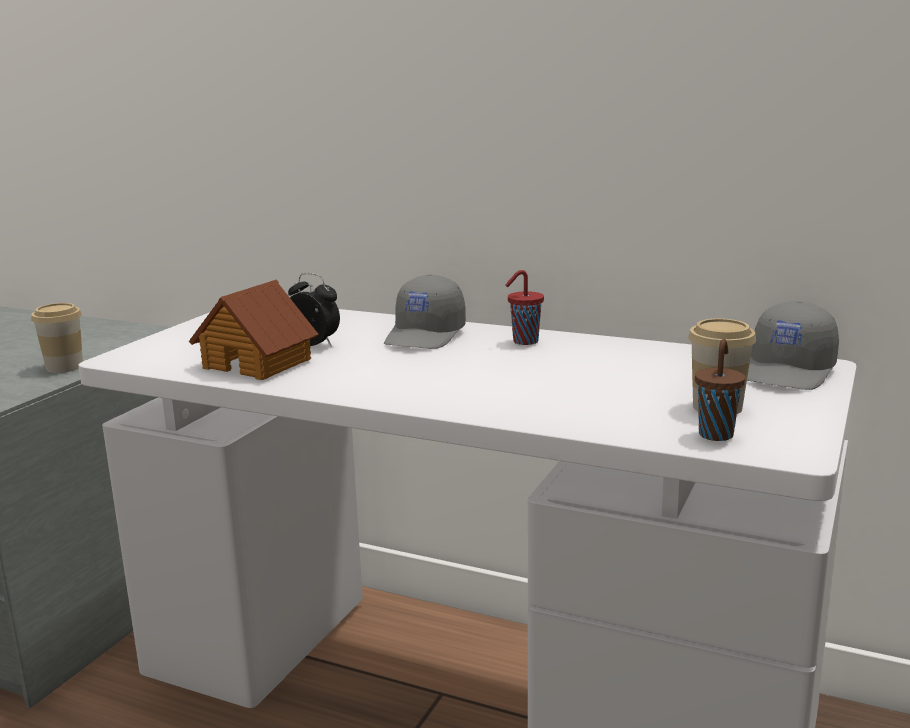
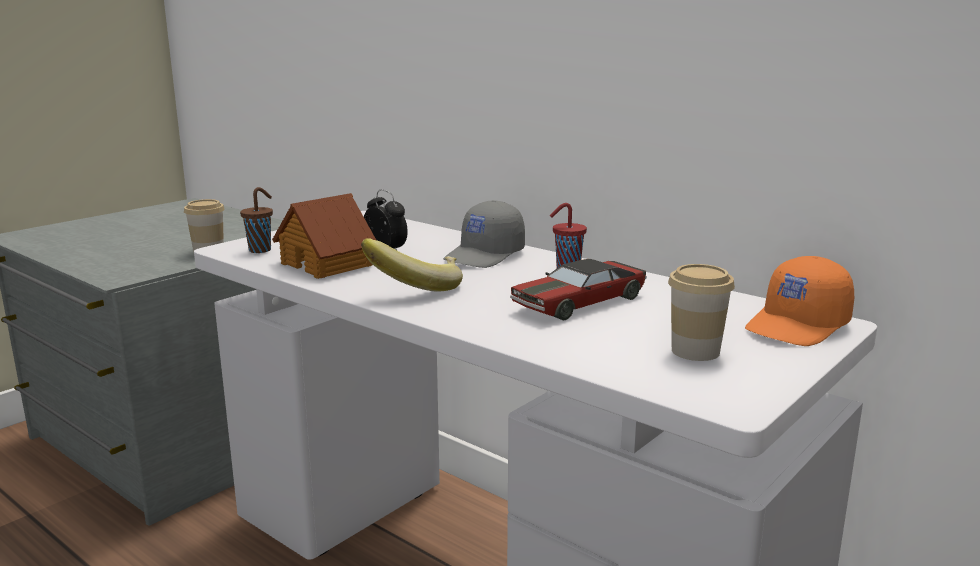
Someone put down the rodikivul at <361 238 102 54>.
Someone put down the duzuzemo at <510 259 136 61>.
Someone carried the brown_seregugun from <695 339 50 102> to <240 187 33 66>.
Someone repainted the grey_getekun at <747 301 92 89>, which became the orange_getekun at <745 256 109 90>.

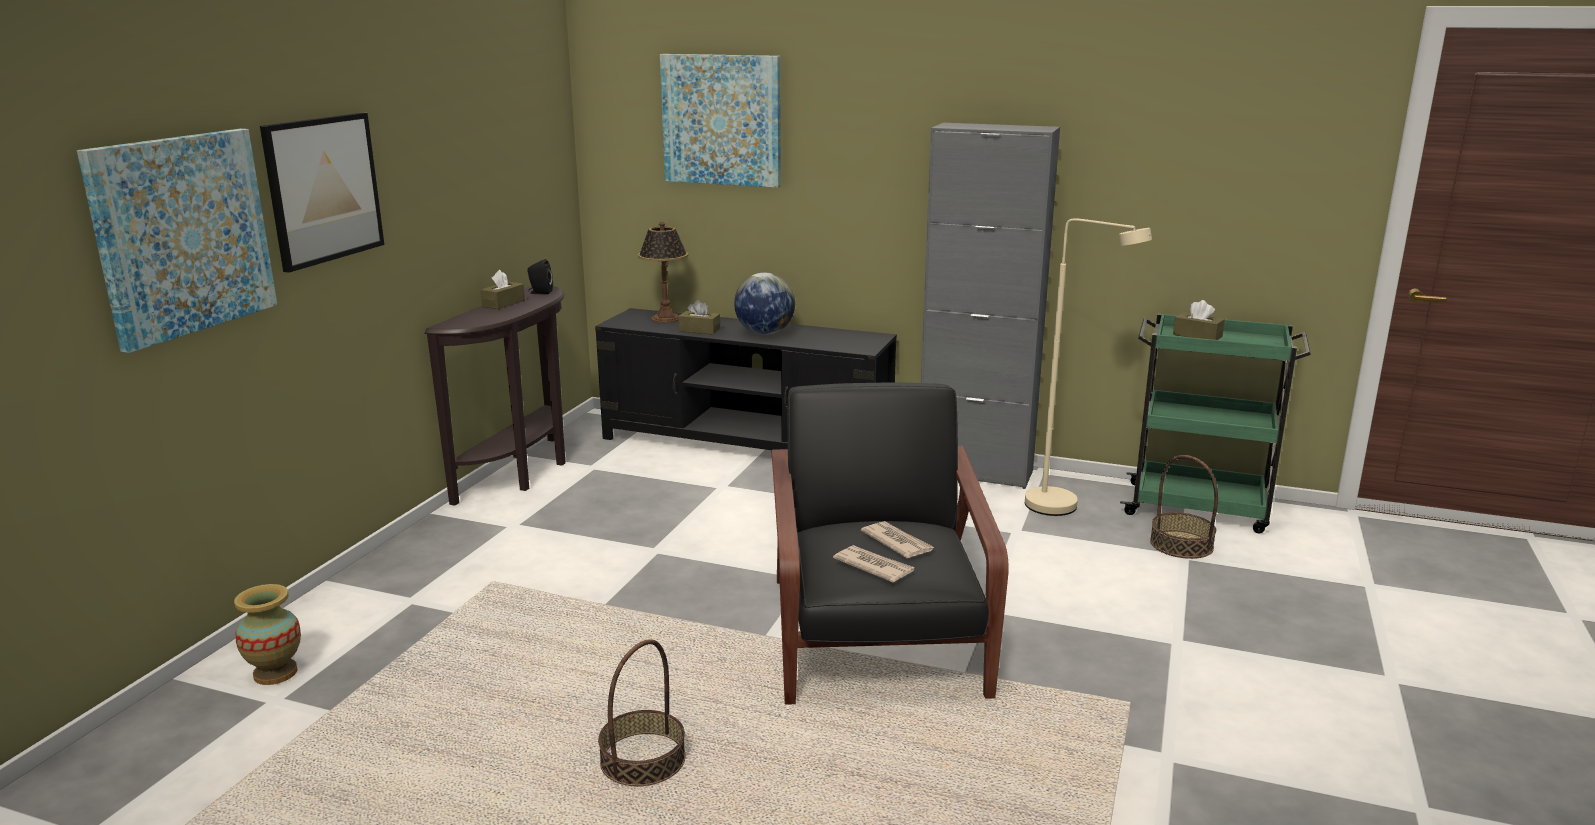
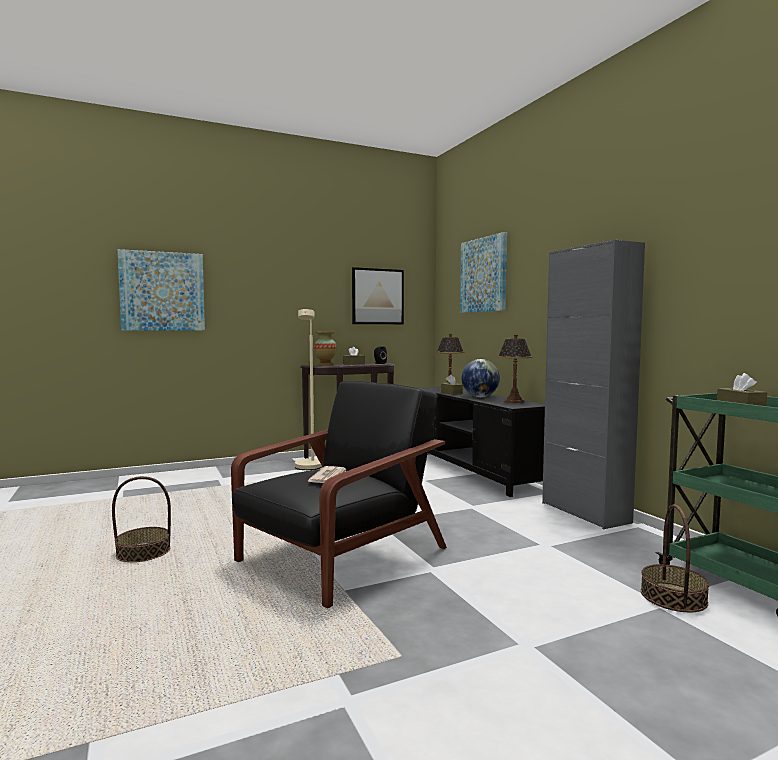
Someone took away the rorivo at <833 545 82 37>.
Someone put down the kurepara at <497 334 36 69>.
Someone carried the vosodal from <234 584 67 101> to <314 331 23 34>.
Someone carried the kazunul from <260 113 124 160> to <352 267 52 57>.
Someone carried the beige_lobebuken from <1025 218 127 298> to <295 309 27 161>.

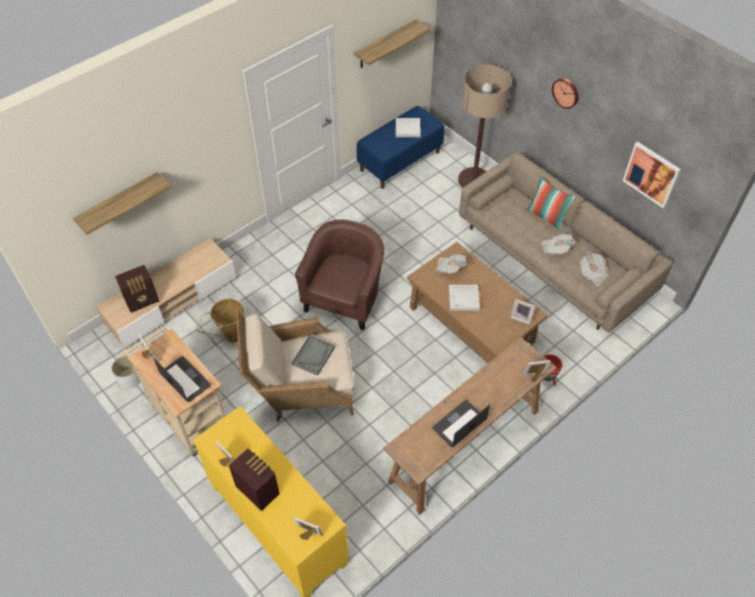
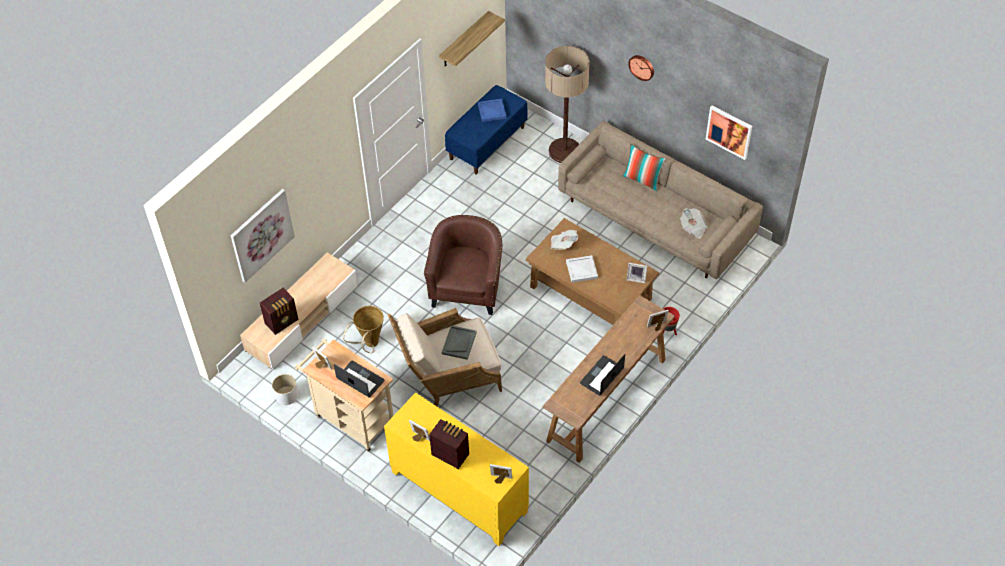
Someone took away the rorivo at <542 234 33 20>.
Someone swapped the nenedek at <73 172 99 63> for the kazunul at <231 189 64 94>.
Someone repainted the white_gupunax at <396 118 25 19>, which became the blue_gupunax at <478 99 28 23>.

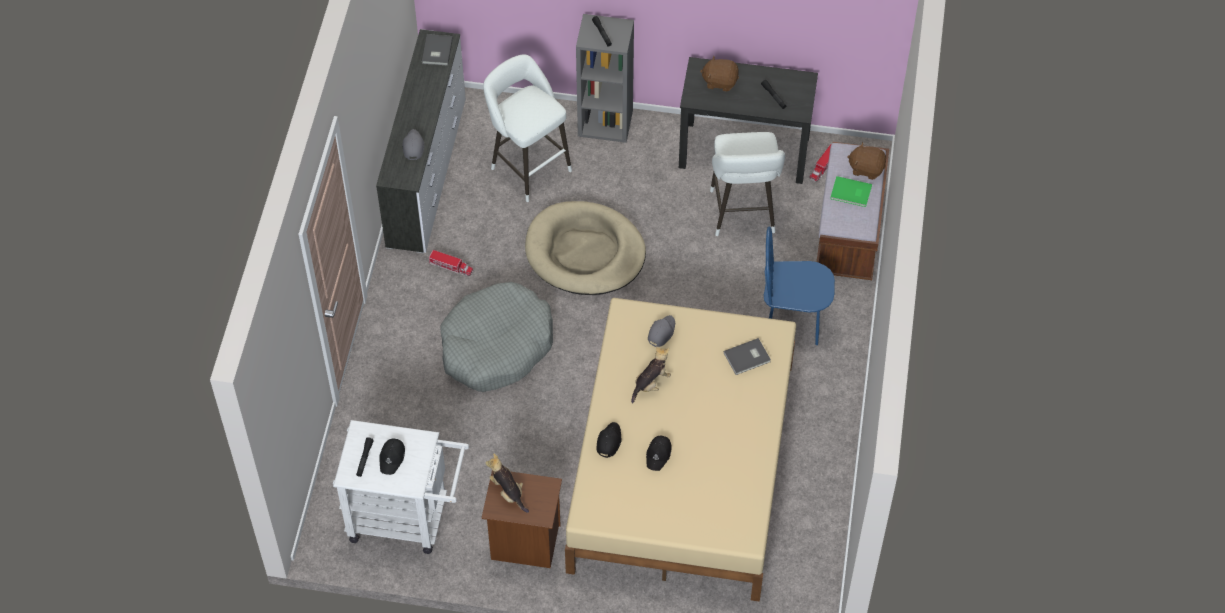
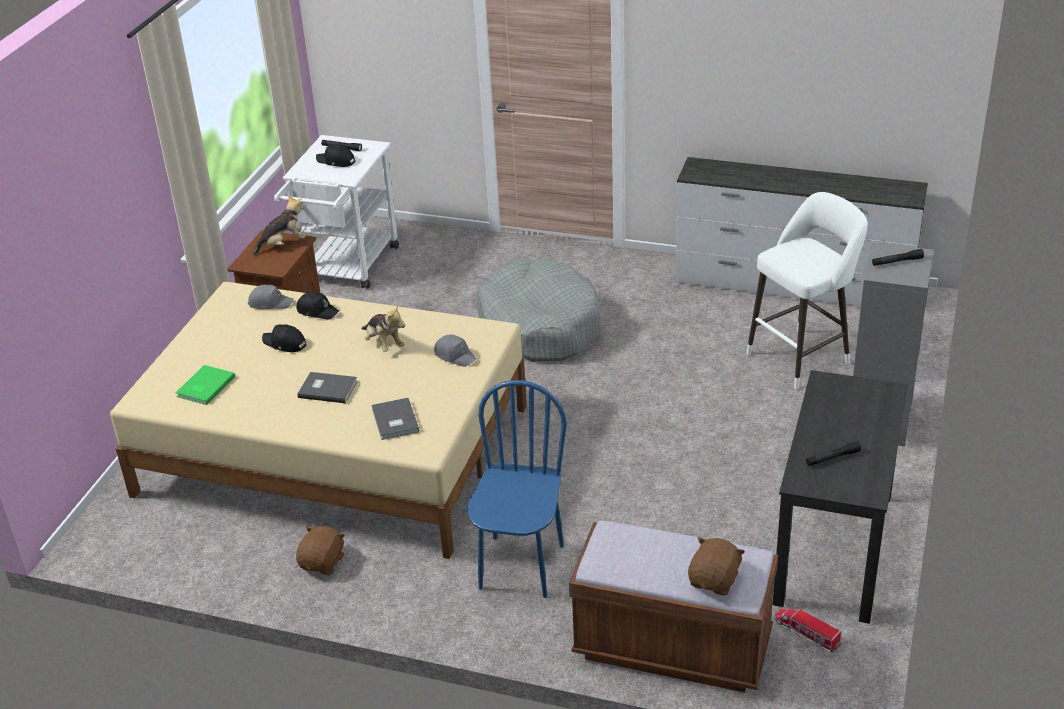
Someone took away the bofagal at <428 250 45 26>.
Someone took away the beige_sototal at <525 201 121 94>.
Someone took away the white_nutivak at <710 132 75 104>.
Someone carried the grey_getekun from <402 129 22 31> to <248 285 46 24>.
Someone carried the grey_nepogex from <422 34 31 32> to <297 372 61 31>.
Someone carried the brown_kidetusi from <700 55 39 37> to <296 526 49 49>.
Someone carried the green_nepogex from <830 176 42 31> to <176 365 59 40>.

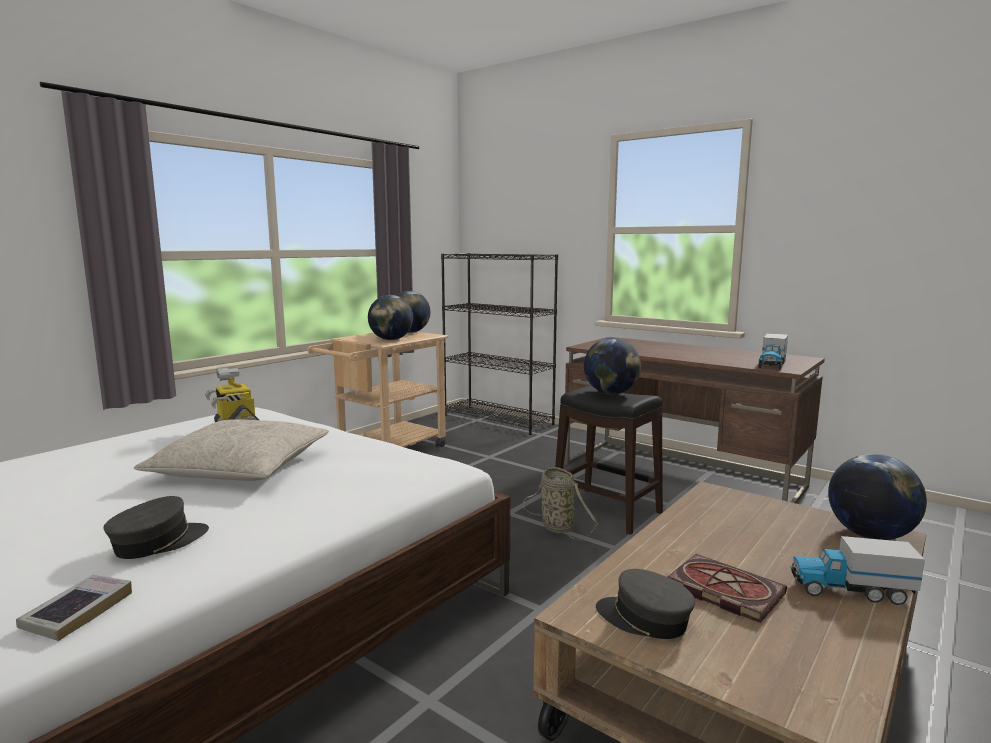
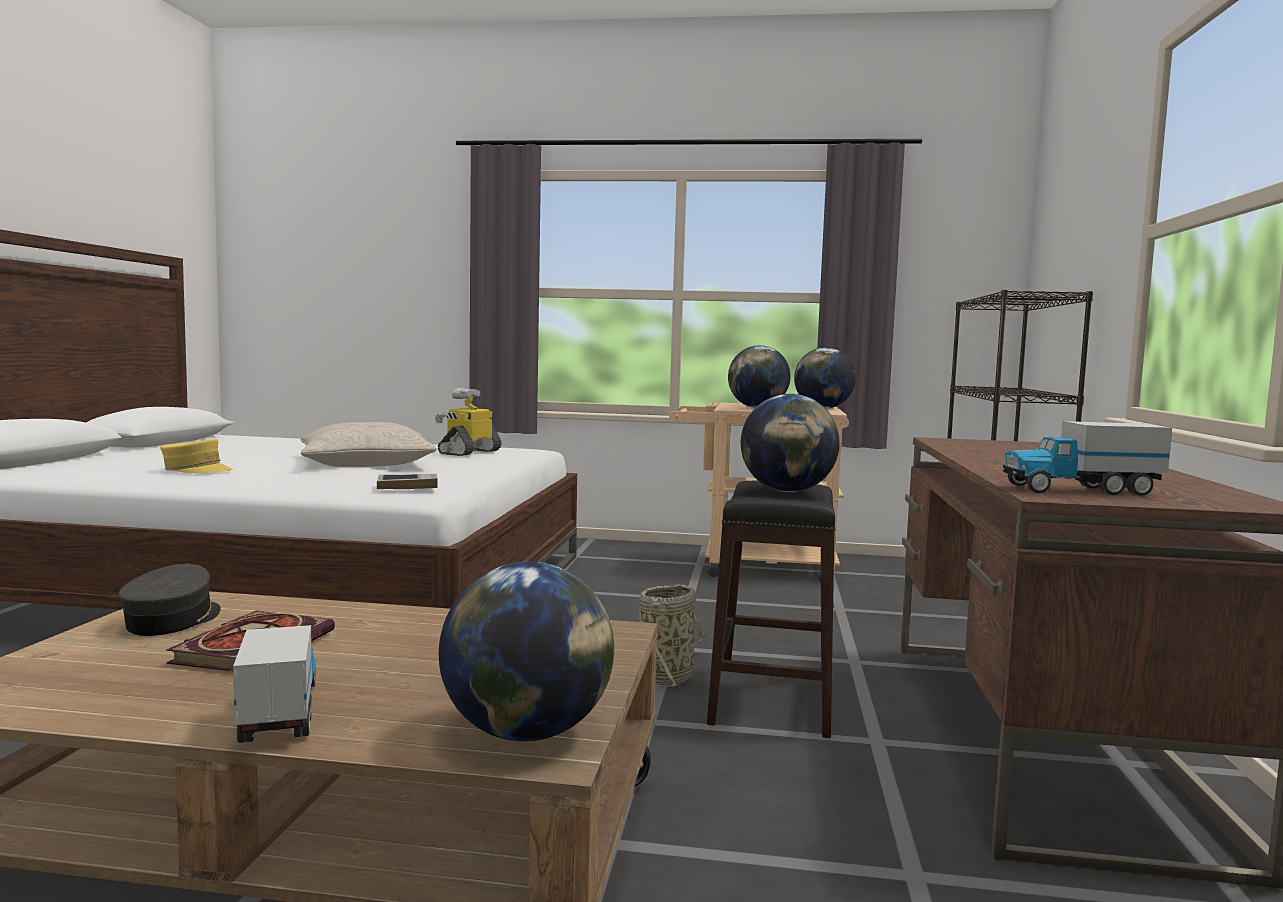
Someone carried the nepogex from <16 575 116 66> to <377 474 61 15>.
Someone repainted the grey_getekun at <104 496 105 63>, which became the yellow_getekun at <160 439 73 34>.

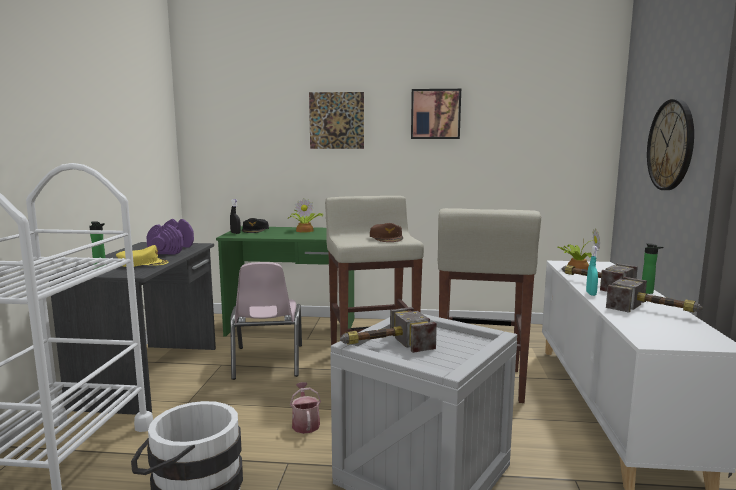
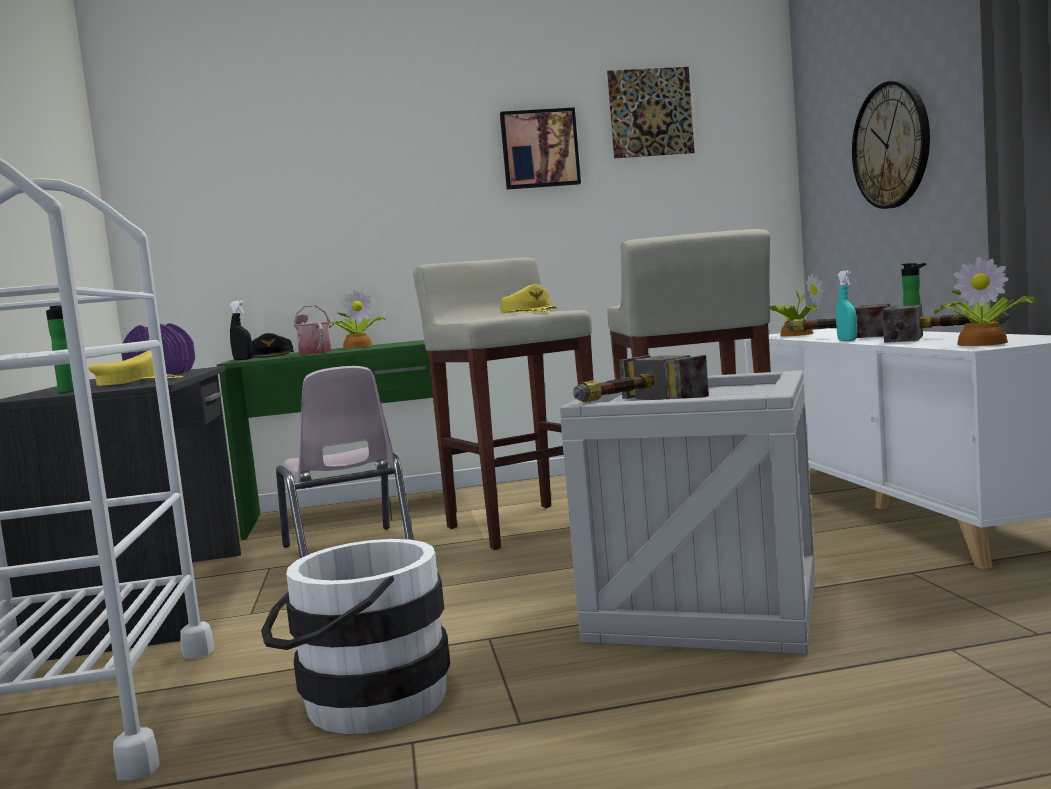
Someone put down the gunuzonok at <934 257 104 89>.
Someone carried the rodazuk from <290 382 31 52> to <293 305 39 50>.
Someone carried the kazunul from <309 92 55 57> to <607 67 88 91>.
Someone repainted the brown_getekun at <370 223 33 19>, which became the yellow_getekun at <500 284 57 30>.

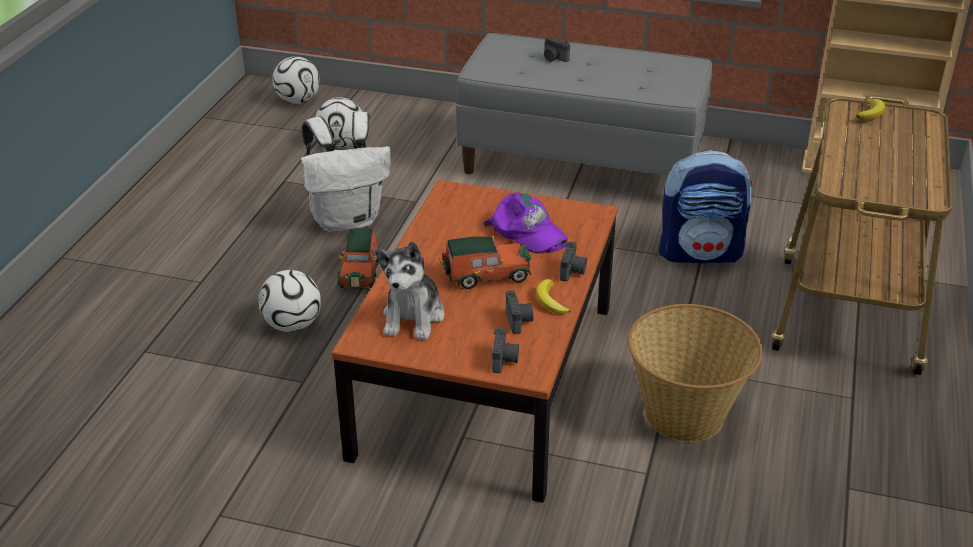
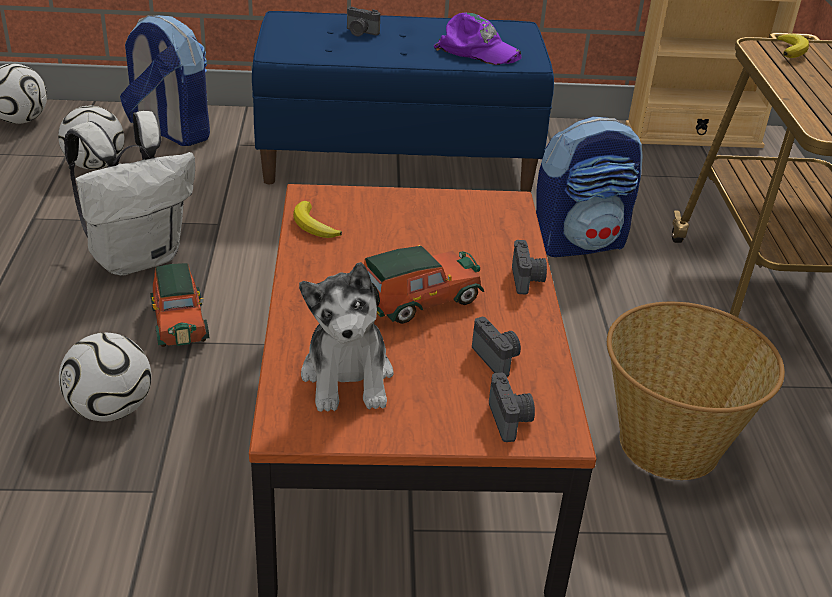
Someone put down the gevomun at <120 15 90 131>.
Someone carried the purple_getekun from <484 193 84 60> to <434 12 88 53>.
Someone carried the rodikivul from <536 279 35 35> to <293 201 49 37>.
Someone repainted the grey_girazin at <455 33 257 142>, which became the blue_girazin at <252 11 302 181>.

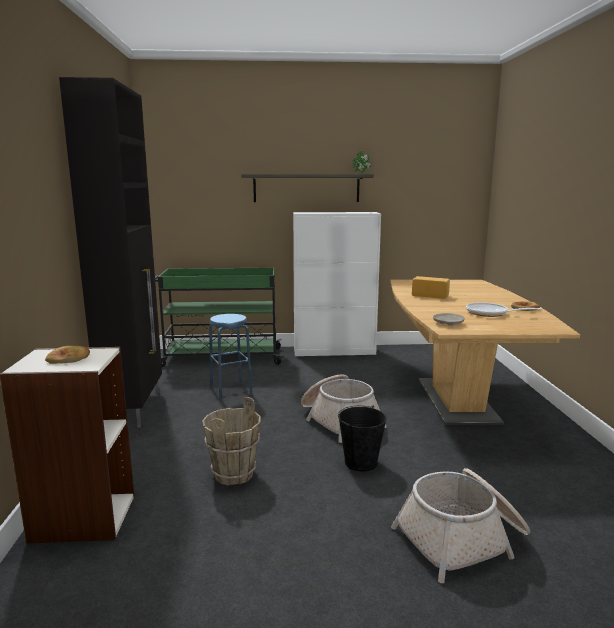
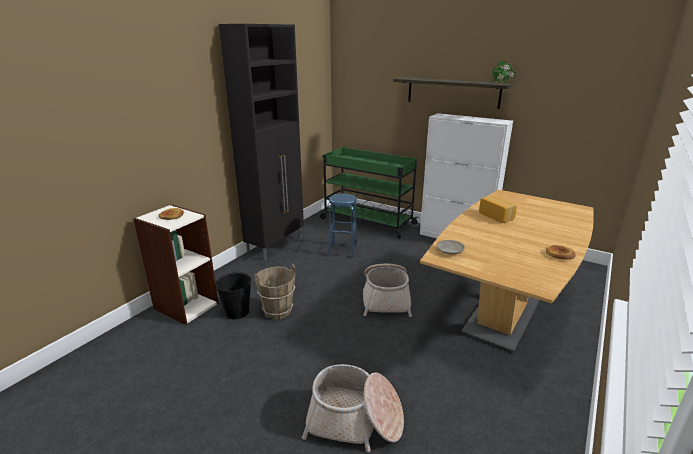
Someone took away the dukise at <466 302 76 15>.
Someone carried the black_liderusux from <338 406 49 66> to <215 272 36 47>.

